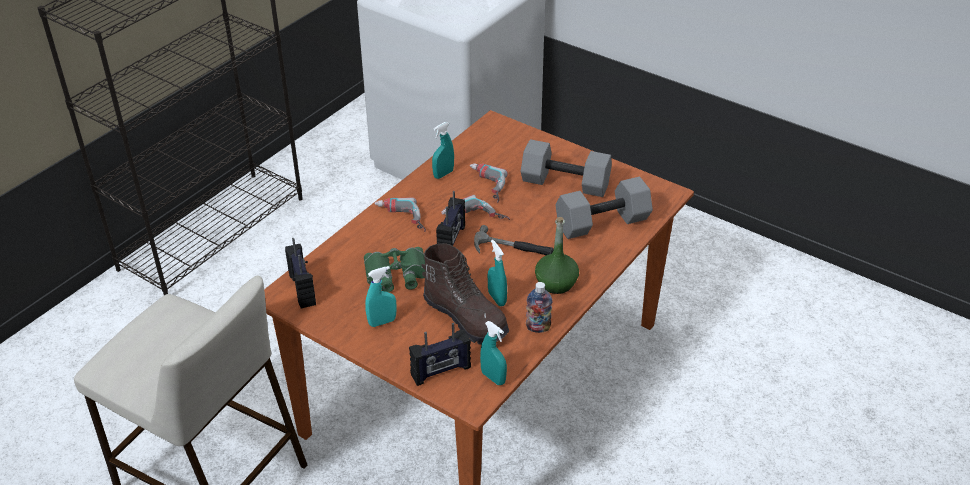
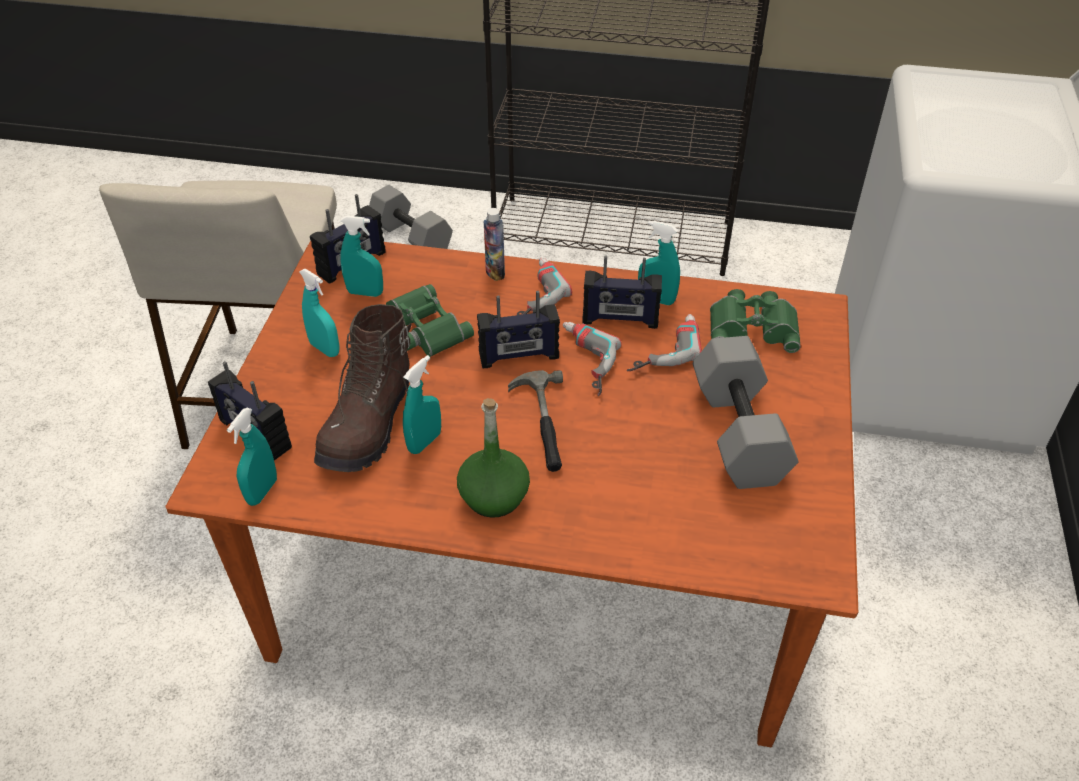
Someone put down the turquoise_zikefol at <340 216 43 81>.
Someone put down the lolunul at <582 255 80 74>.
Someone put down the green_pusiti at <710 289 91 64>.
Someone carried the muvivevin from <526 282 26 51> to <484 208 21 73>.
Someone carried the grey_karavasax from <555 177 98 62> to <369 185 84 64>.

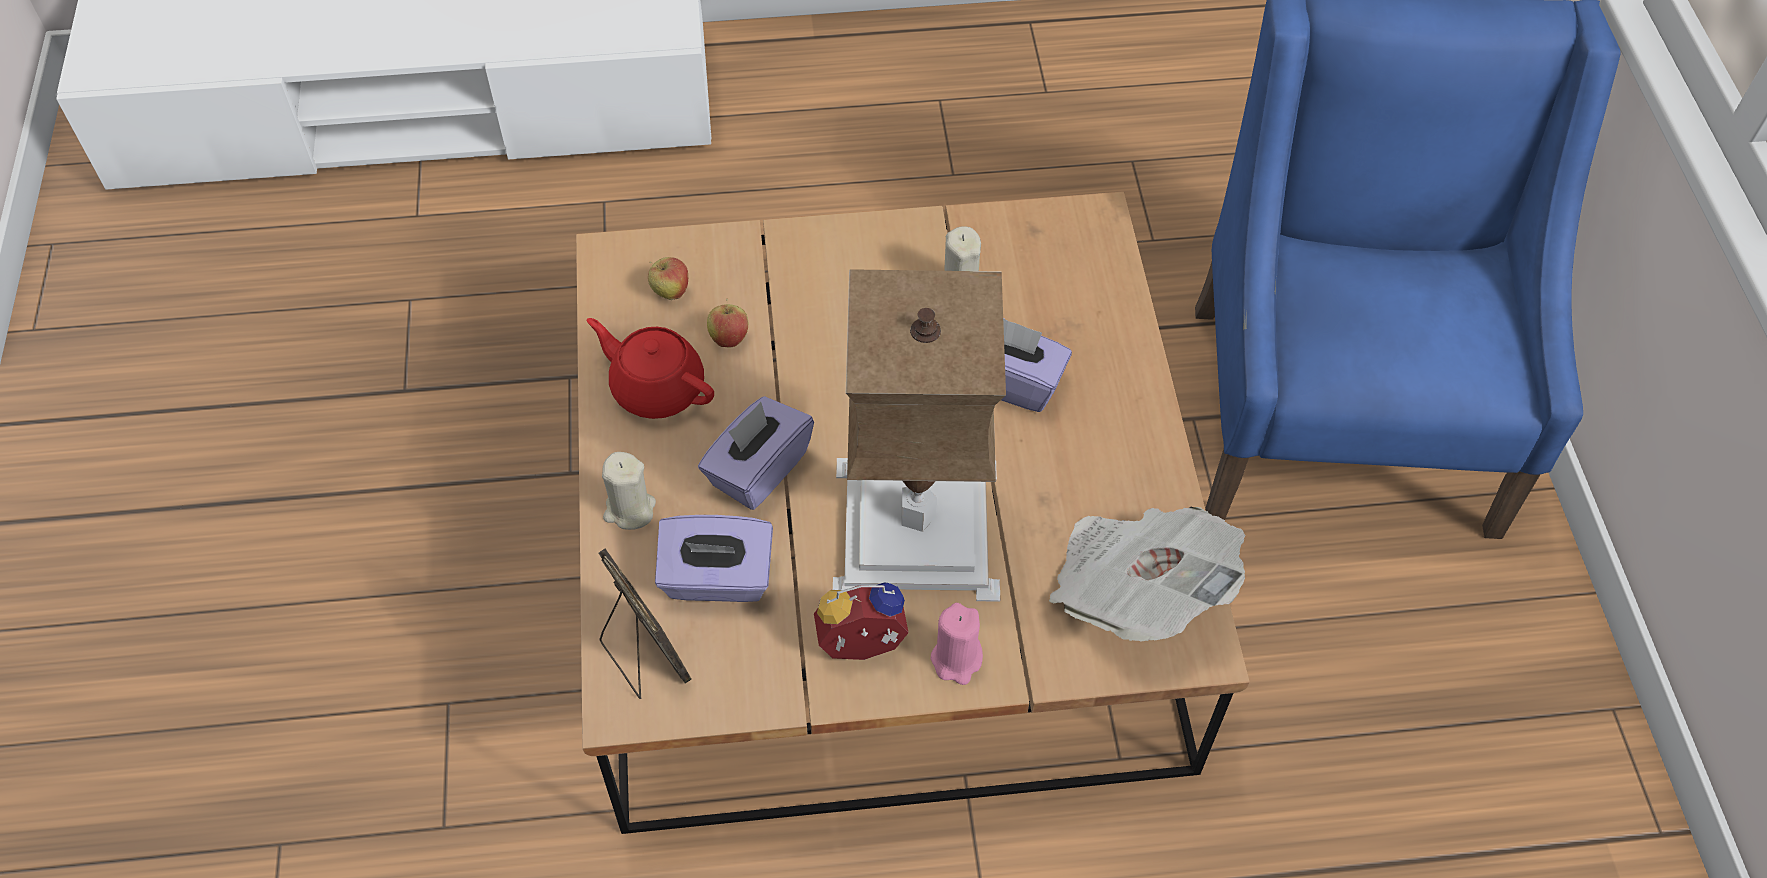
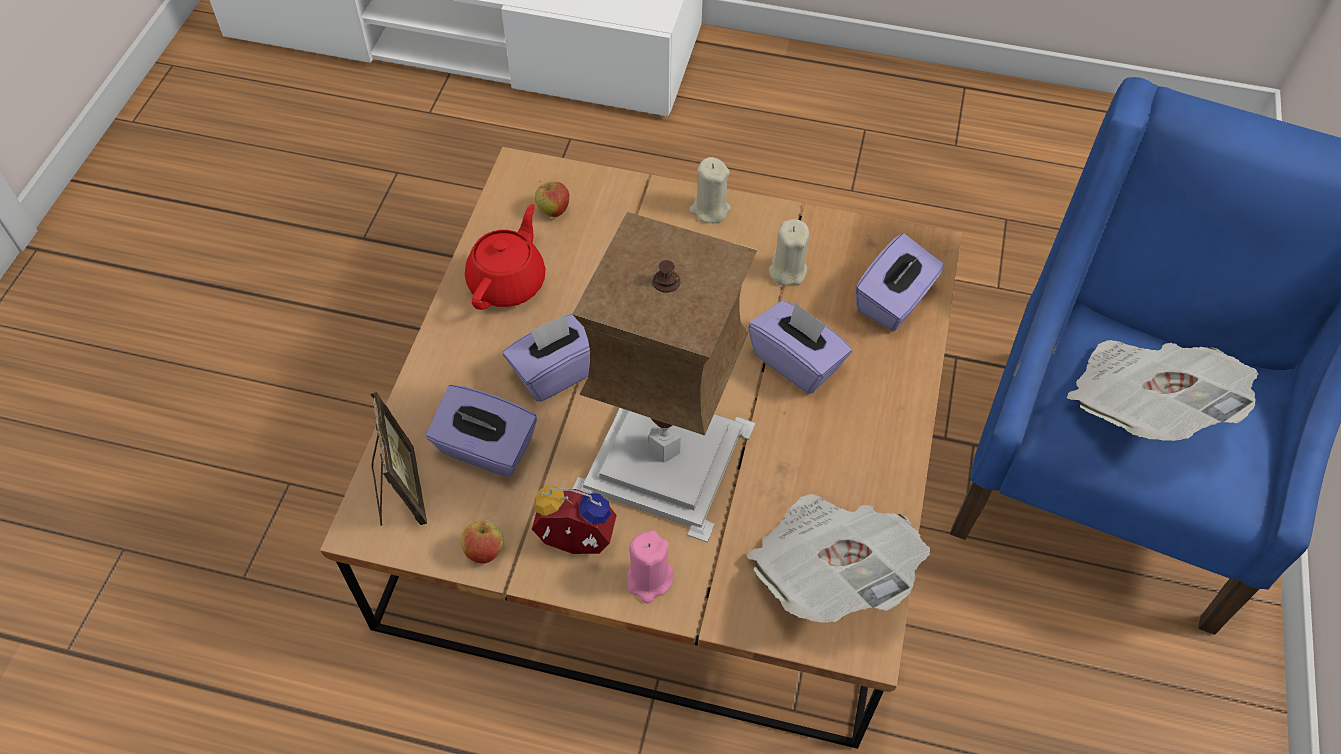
Someone put down the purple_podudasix at <855 233 89 98>.
Someone put down the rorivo at <1067 340 192 101>.
Someone carried the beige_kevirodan from <602 452 54 78> to <689 157 42 66>.
Someone carried the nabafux from <707 299 41 48> to <461 517 42 46>.
Someone rotated the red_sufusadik at <587 318 127 101> by 60 degrees clockwise.

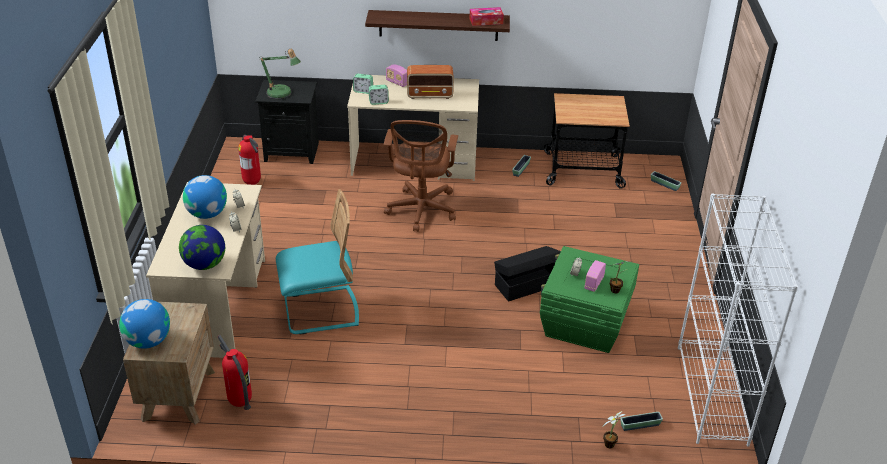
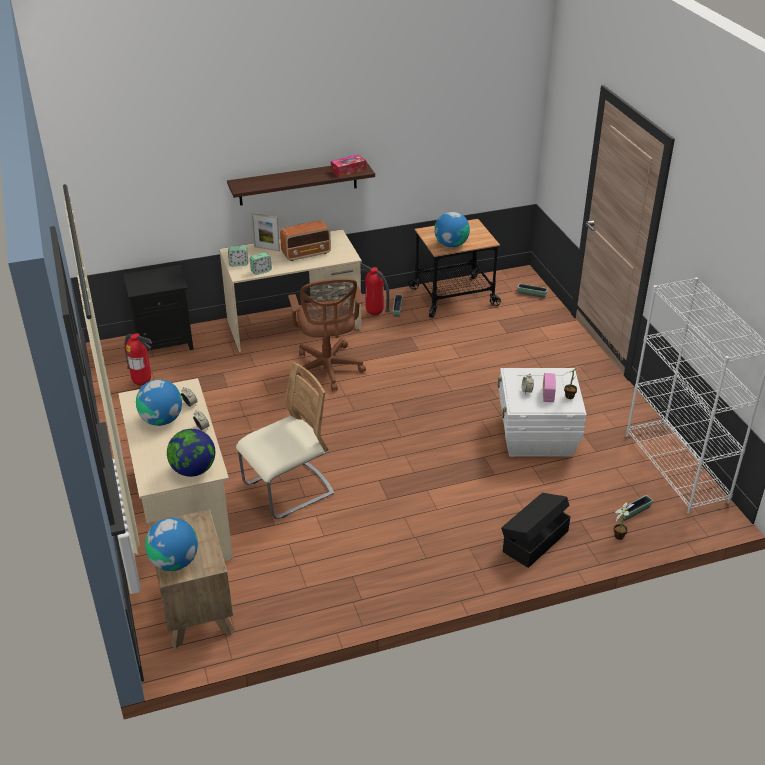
Someone took away the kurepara at <259 49 42 51>.
Someone put down the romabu at <434 212 36 35>.
Someone carried the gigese from <218 335 34 75> to <360 262 30 53>.
Someone carried the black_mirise from <494 246 67 56> to <501 493 70 75>.
Someone swapped the lolunul at <386 65 21 22> for the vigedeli at <251 213 29 38>.
Someone repainted the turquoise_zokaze at <276 189 83 146>, which became the beige_zokaze at <236 362 98 157>.
Someone repainted the green_mirise at <540 246 99 107>, which became the white_mirise at <498 368 89 89>.

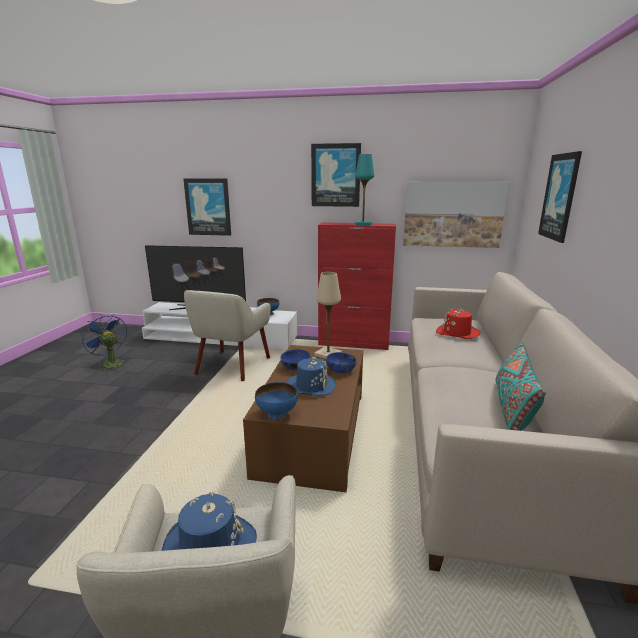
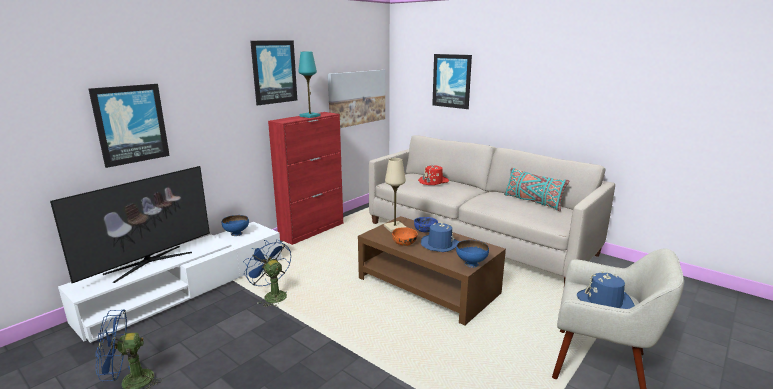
Someone swapped the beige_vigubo at <184 290 87 91> for the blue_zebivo at <243 239 48 68>.
Someone repainted the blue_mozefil at <280 349 30 22>, which became the orange_mozefil at <392 227 26 19>.

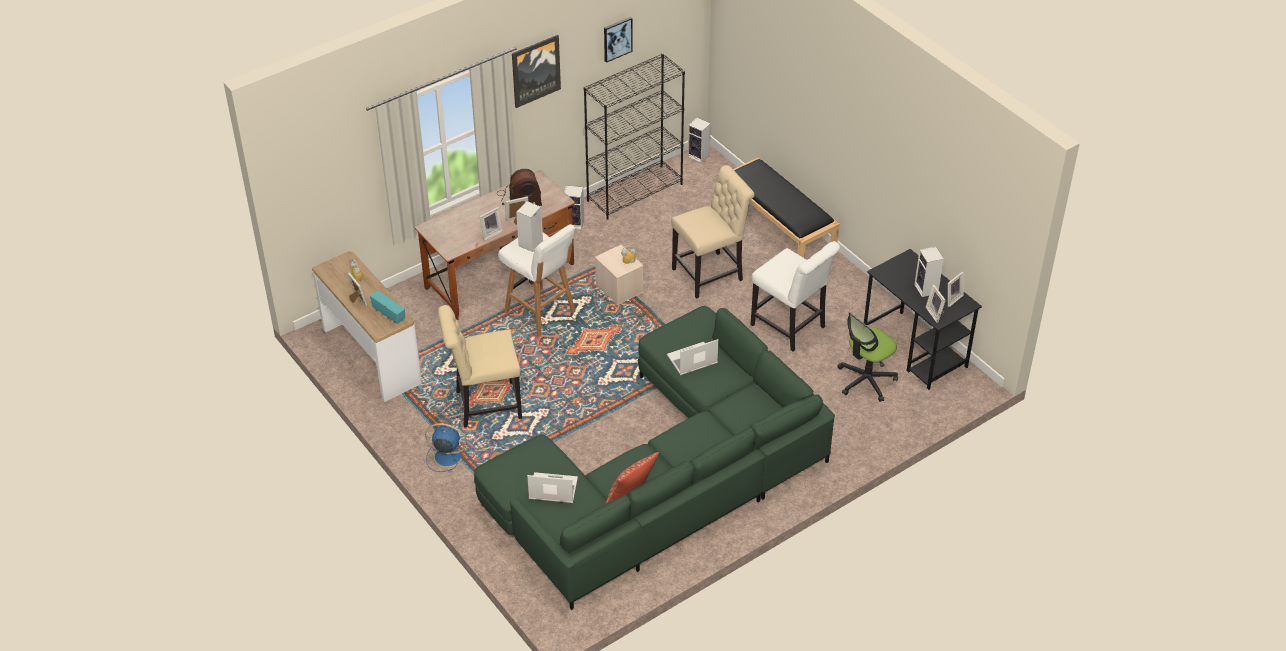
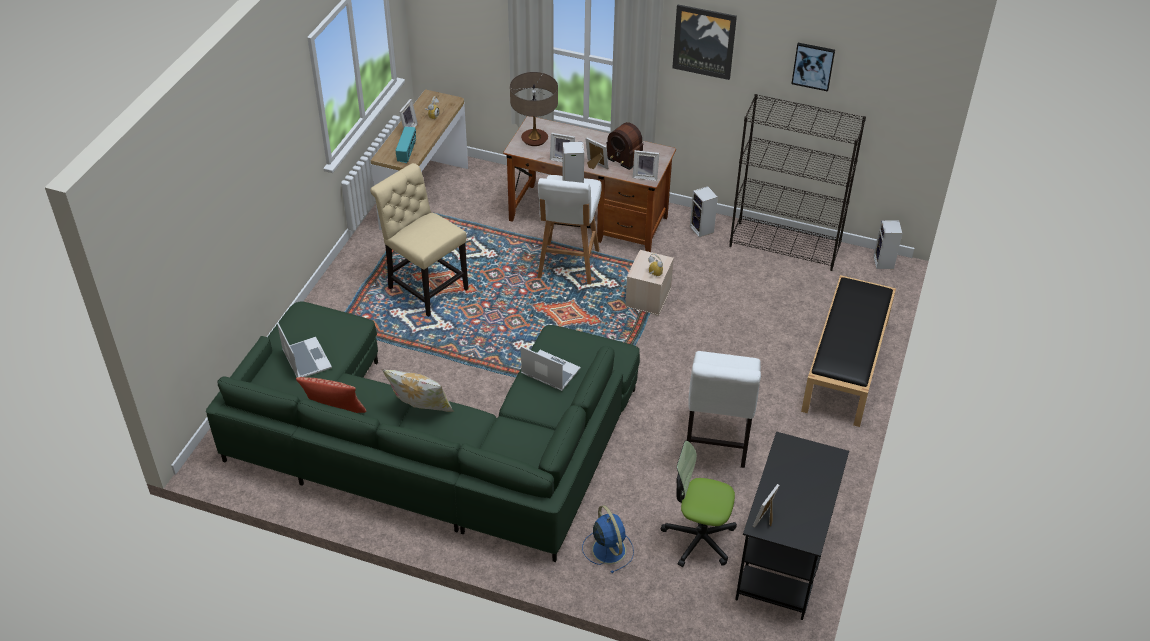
Someone took away the beige_zokaze at <671 165 84 134>.
Someone took away the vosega at <914 247 30 50>.
Someone put down the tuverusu at <382 369 72 43>.
Someone put down the kurepara at <510 72 48 74>.
Someone carried the blue_zebivo from <425 423 44 49> to <582 505 52 68>.
Someone carried the vigedeli from <948 271 16 36> to <633 150 26 31>.

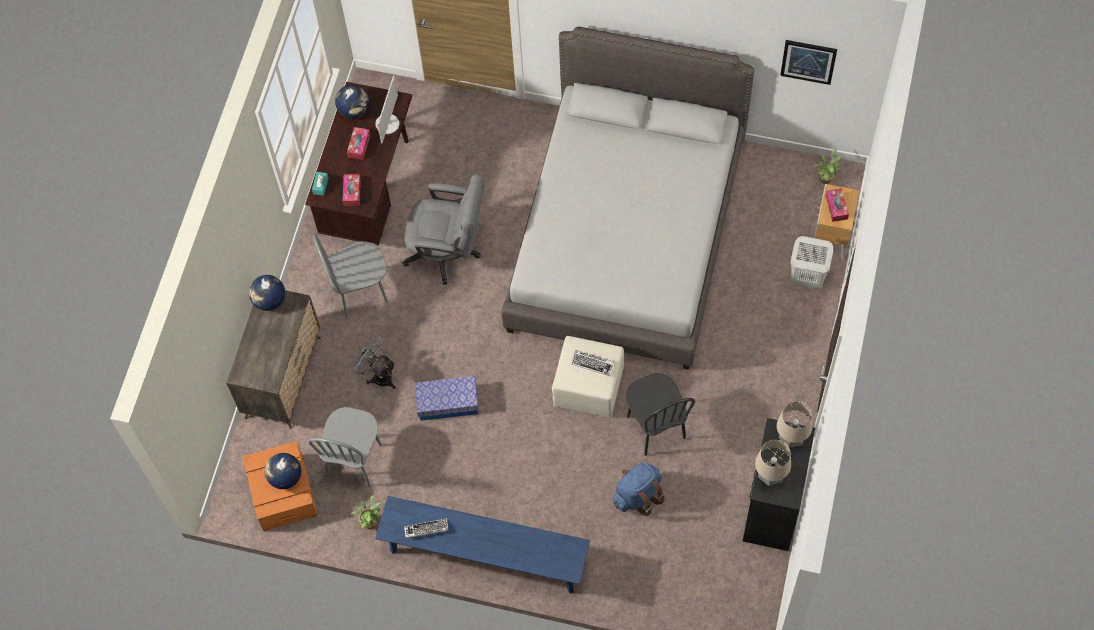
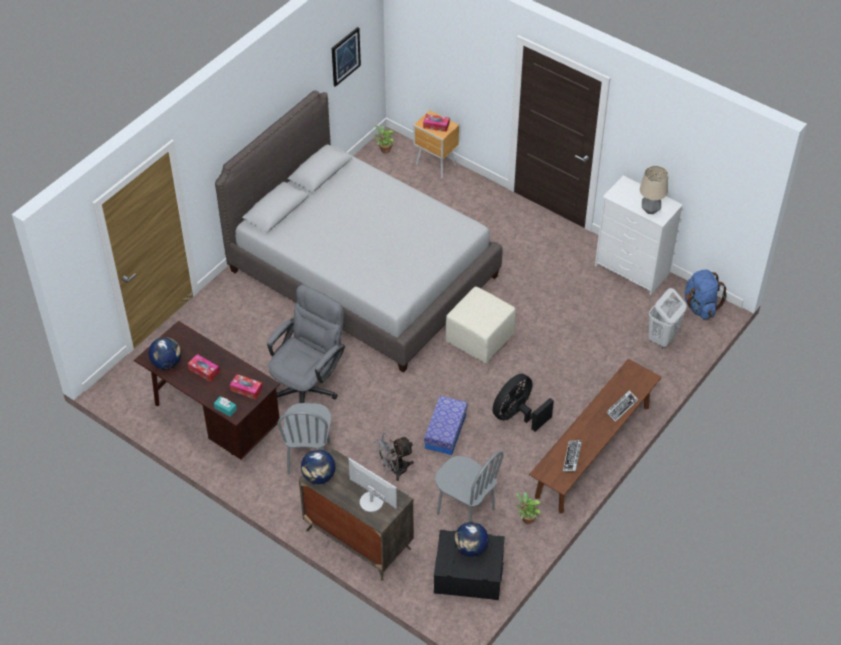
Someone took away the black_zokaze at <626 373 69 83>.
Someone took away the kurepara at <777 402 35 46>.
Someone put down the black_zebivo at <492 374 62 58>.
Someone carried the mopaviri from <375 76 24 67> to <349 458 48 54>.
Someone carried the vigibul from <571 350 44 27> to <606 390 32 32>.
Someone carried the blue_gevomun from <613 462 52 54> to <685 270 42 50>.
Someone carried the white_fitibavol from <790 236 43 53> to <648 288 39 61>.
Someone repainted the orange_mirise at <242 441 76 90>, which became the black_mirise at <434 530 71 70>.
Someone repainted the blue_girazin at <375 496 215 98>, which became the brown_girazin at <529 359 133 155>.
Someone repainted the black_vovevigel at <743 418 72 133>, which became the white_vovevigel at <595 175 88 120>.

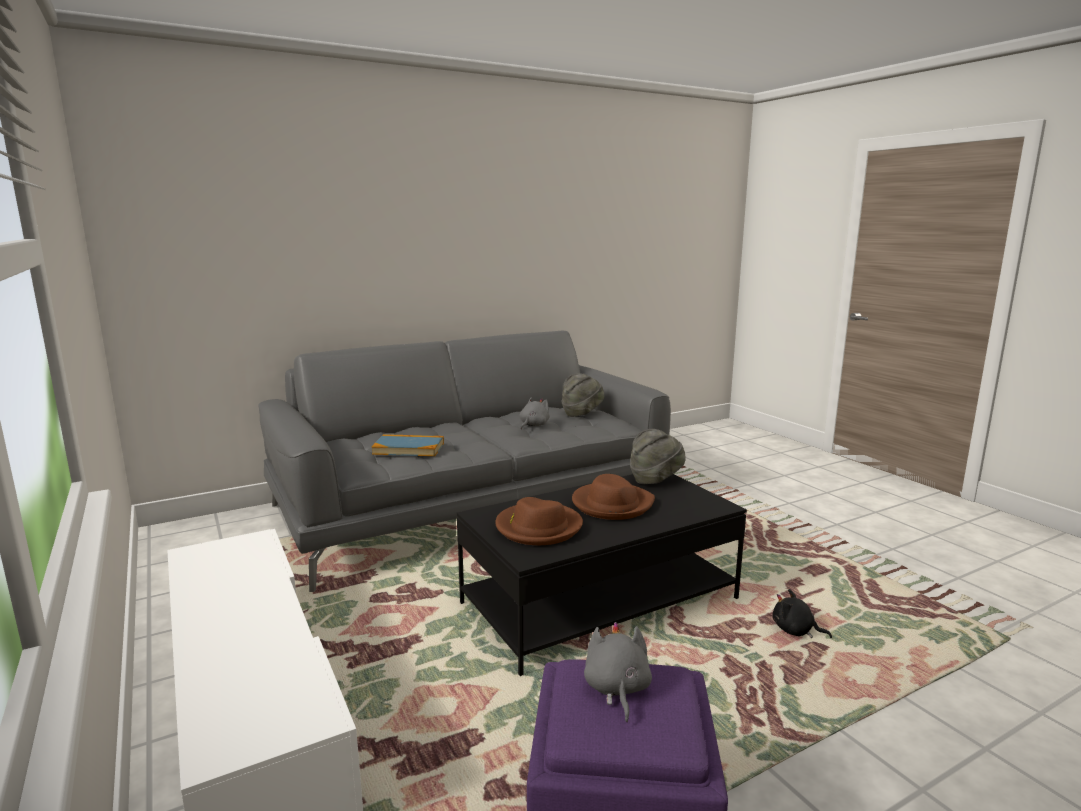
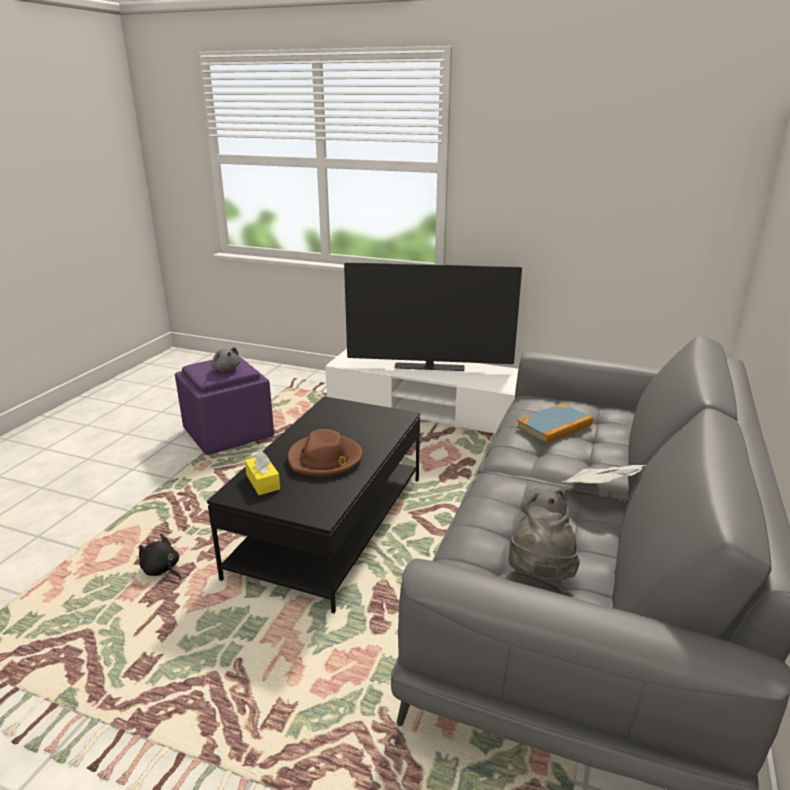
Someone took away the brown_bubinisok at <495 497 88 48>.
Someone took away the grey_bubinisok at <630 429 56 55>.
Someone put down the yellow_podudasix at <245 450 35 45>.
Someone put down the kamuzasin at <344 263 178 108>.
Someone put down the rorivo at <562 465 84 18>.
Someone rotated the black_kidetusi at <773 589 59 49> by 135 degrees counterclockwise.

